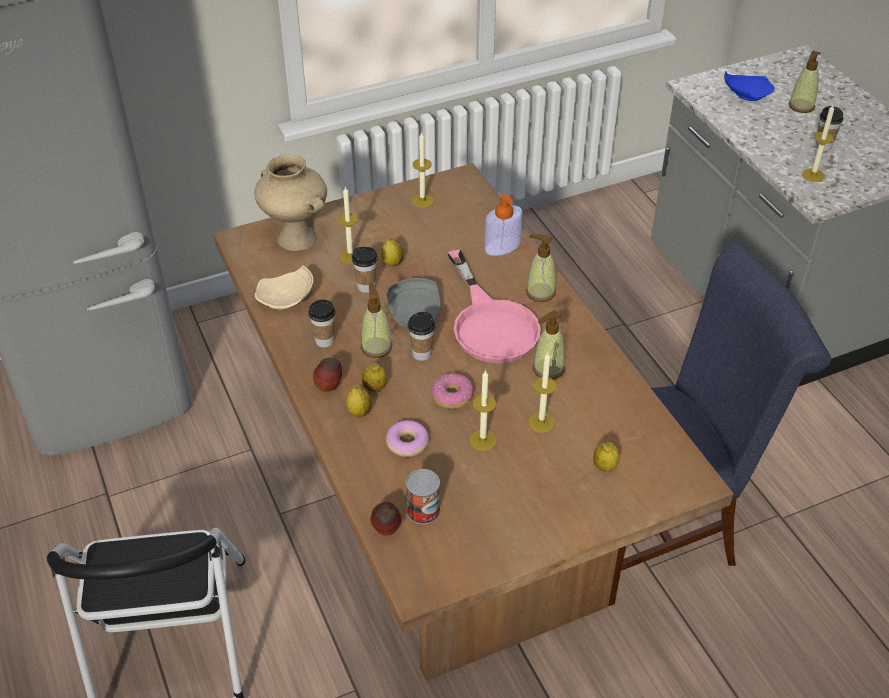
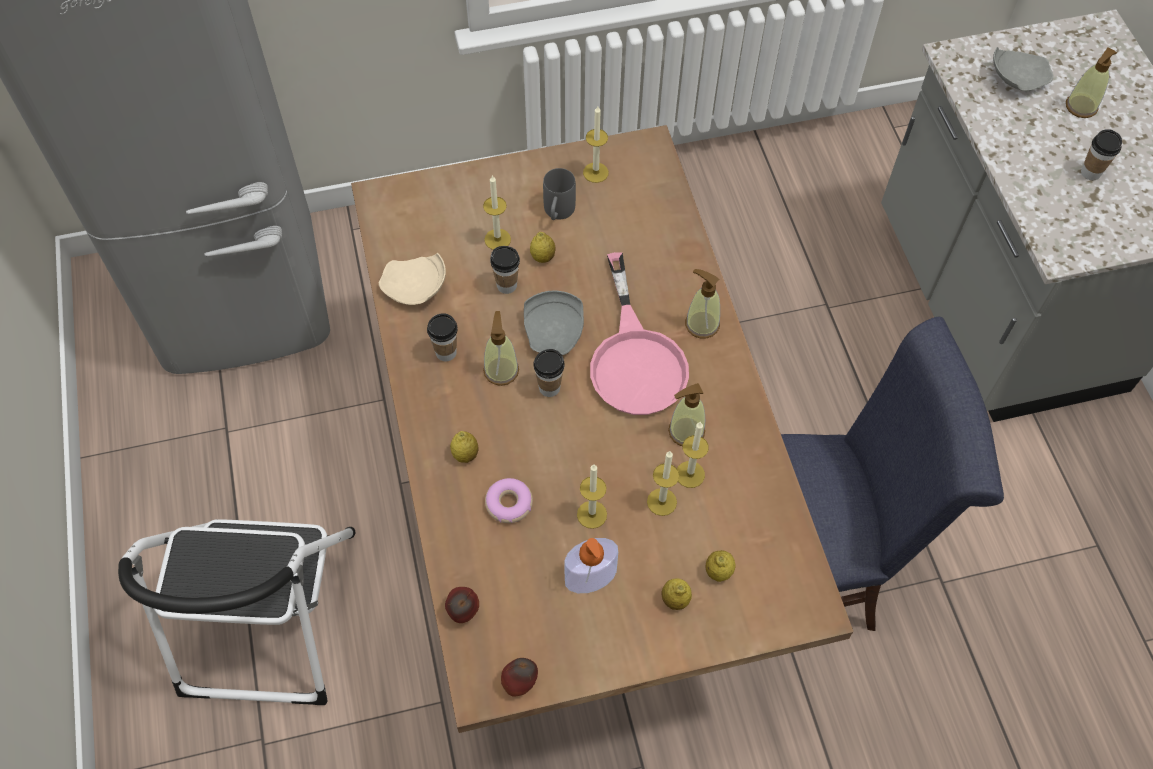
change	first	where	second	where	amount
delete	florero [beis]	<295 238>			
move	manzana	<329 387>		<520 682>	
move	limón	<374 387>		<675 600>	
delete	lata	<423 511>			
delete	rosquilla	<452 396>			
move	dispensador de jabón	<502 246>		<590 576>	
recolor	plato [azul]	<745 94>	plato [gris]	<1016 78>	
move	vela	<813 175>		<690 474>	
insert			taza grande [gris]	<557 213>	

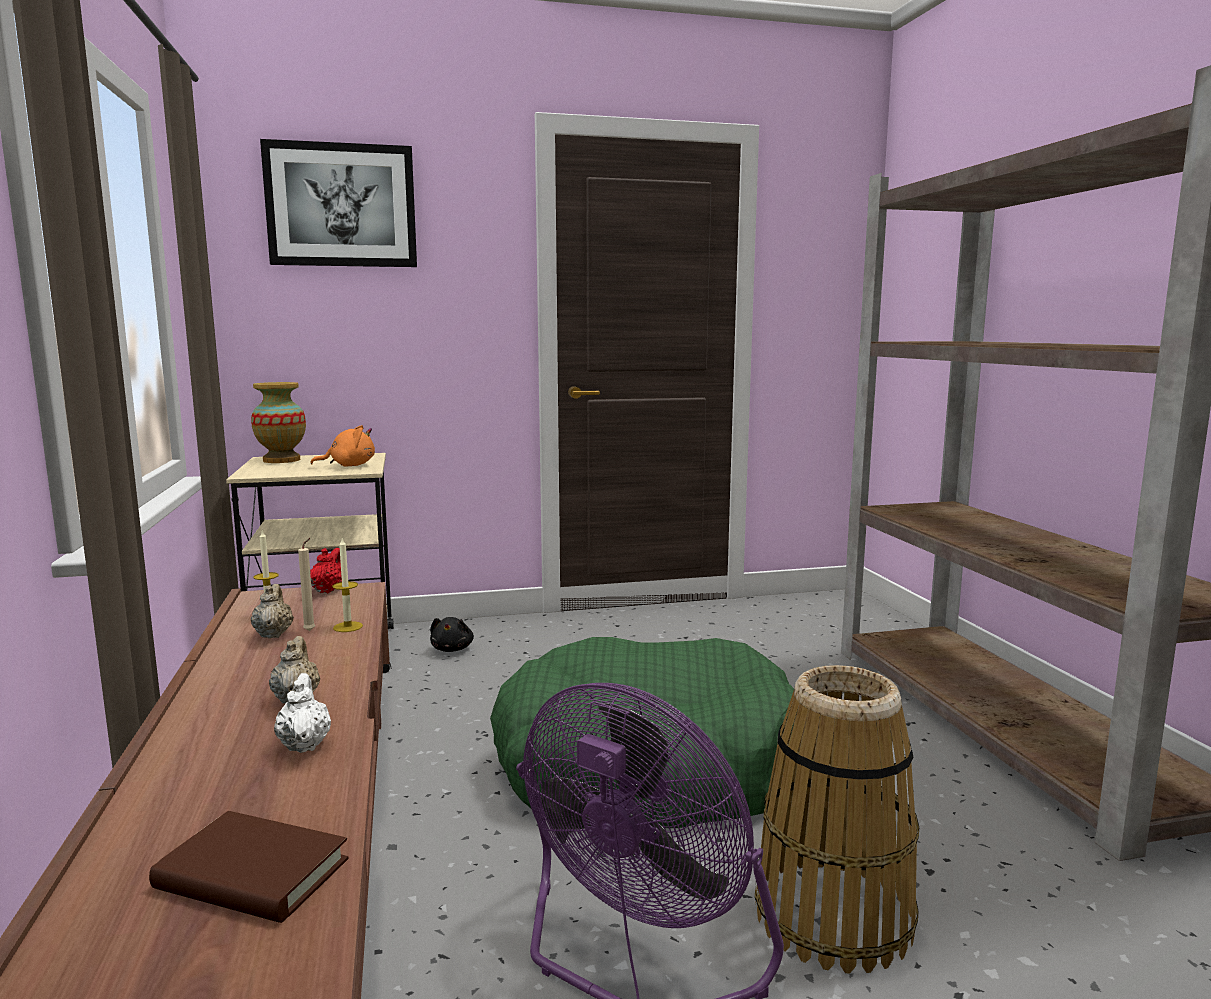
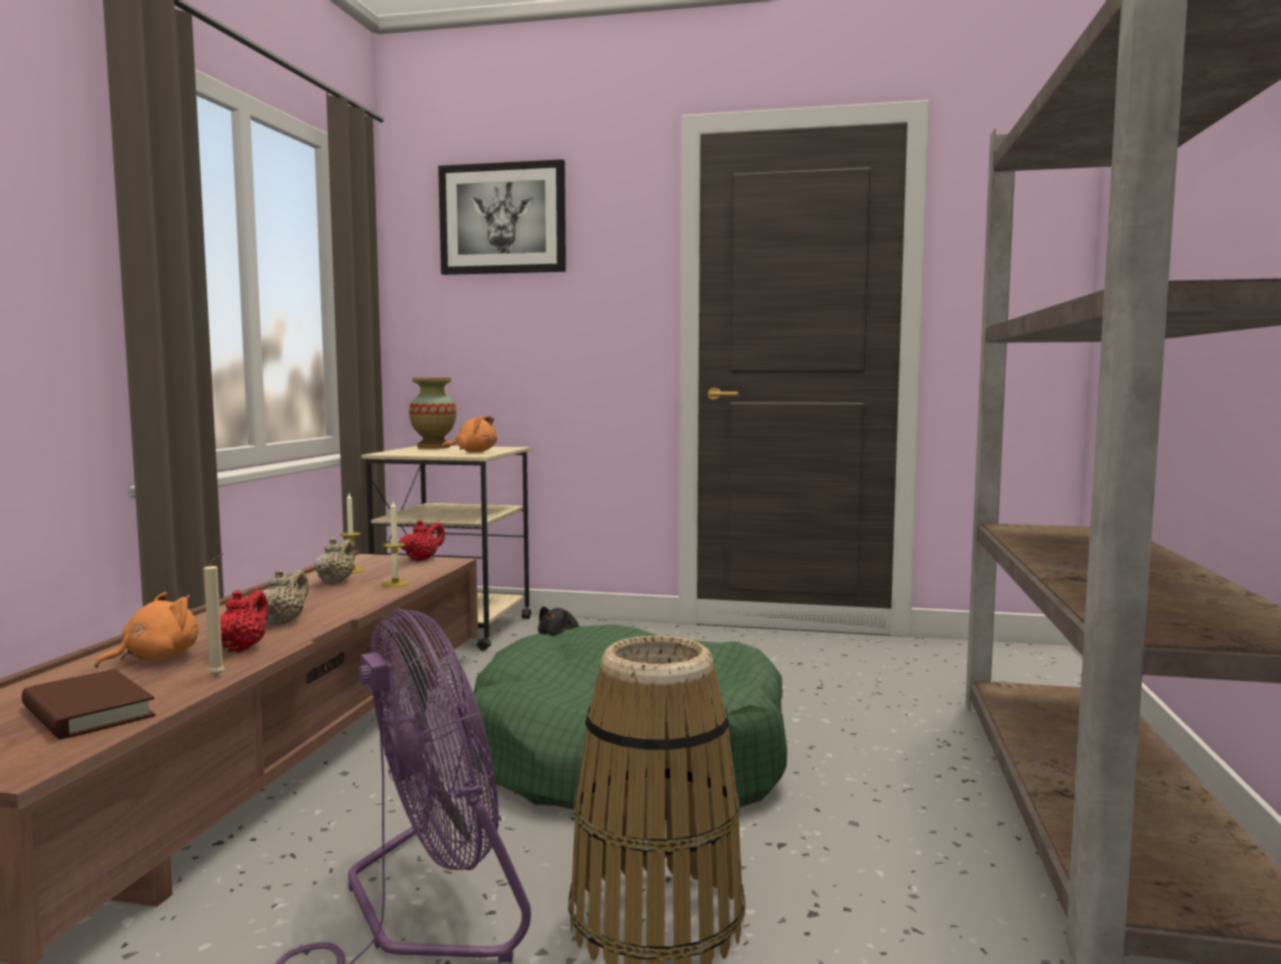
change	first	where	second	where	amount
recolor	tetera [blanco]	<304 744>	tetera [rojo]	<241 648>	
move	vela [beis]	<311 630>		<219 675>	
insert			peluche [naranja]	<155 658>	

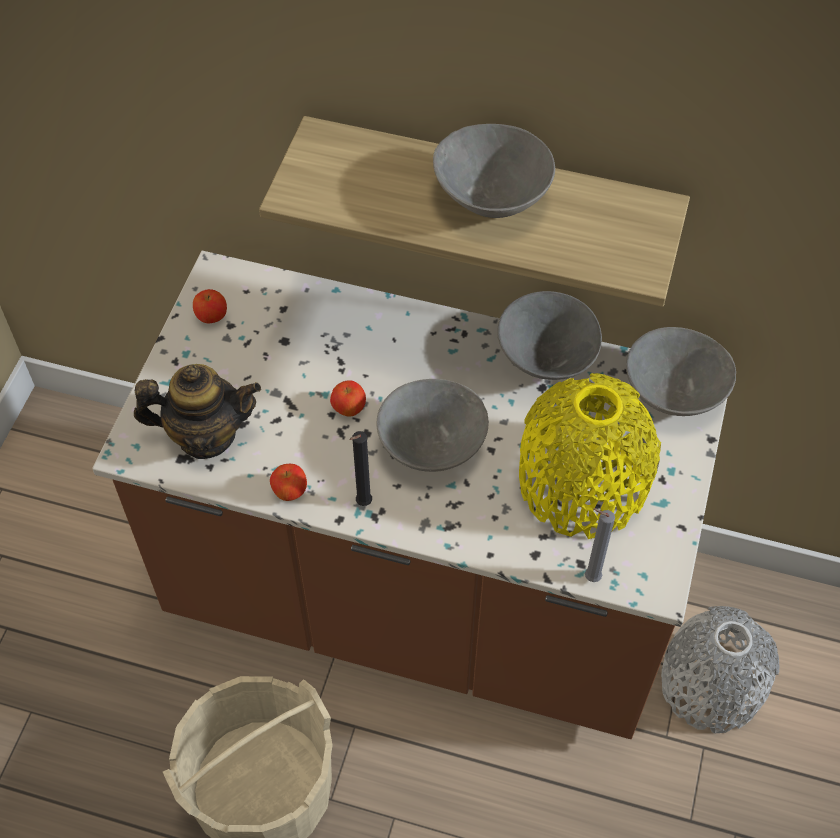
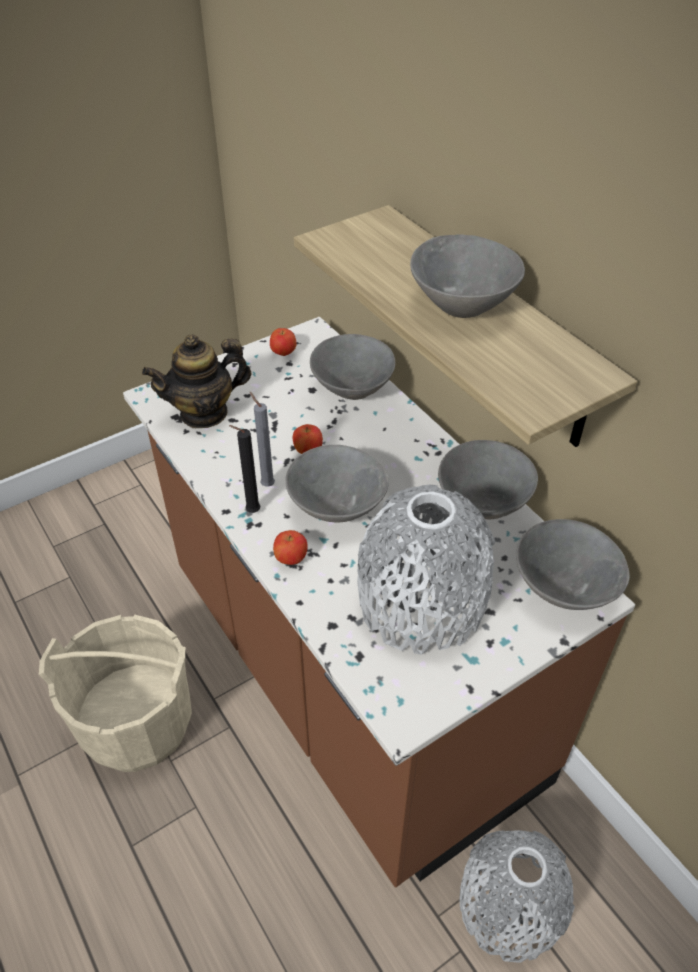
change	first	where	second	where	amount
rotate	tetera	<206 435>		<204 413>	120 degrees clockwise
move	manzana	<289 491>		<291 558>	
recolor	florero [amarillo]	<582 483>	florero [gris]	<421 602>	
move	vela [gris]	<589 577>		<266 484>	
insert			cuenco [gris]	<352 389>	

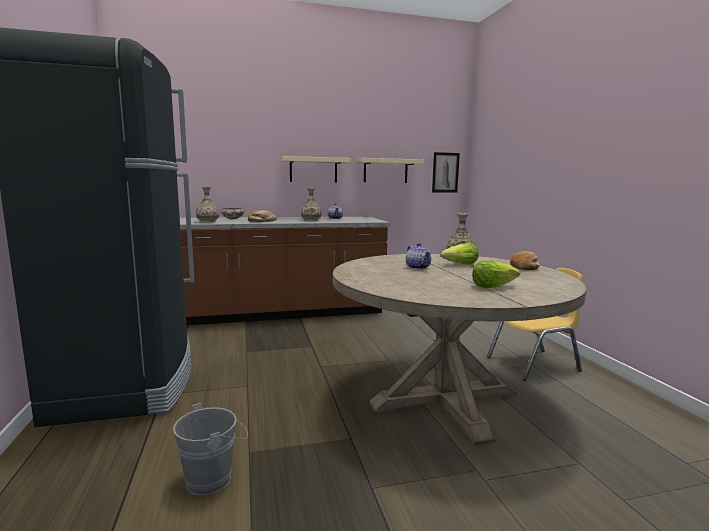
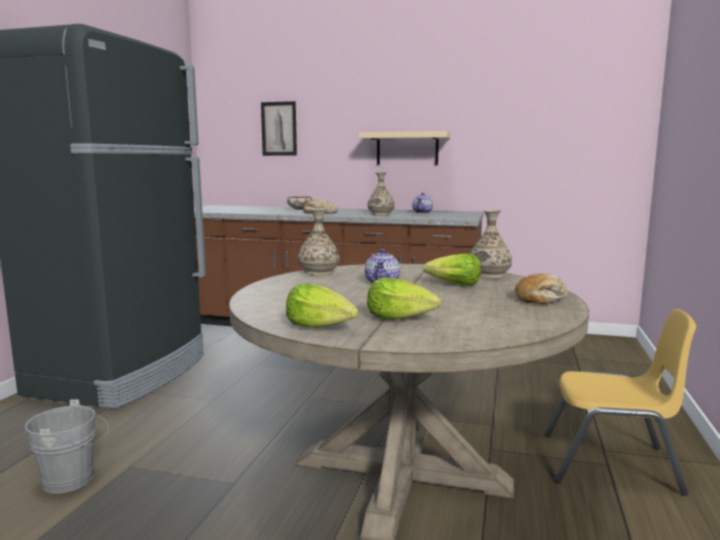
change	first	where	second	where	amount
move	florero	<207 221>		<318 272>	
delete	estante [beis]	<385 171>			
move	cuadro	<445 172>		<279 129>	
insert			lechuga	<320 326>	

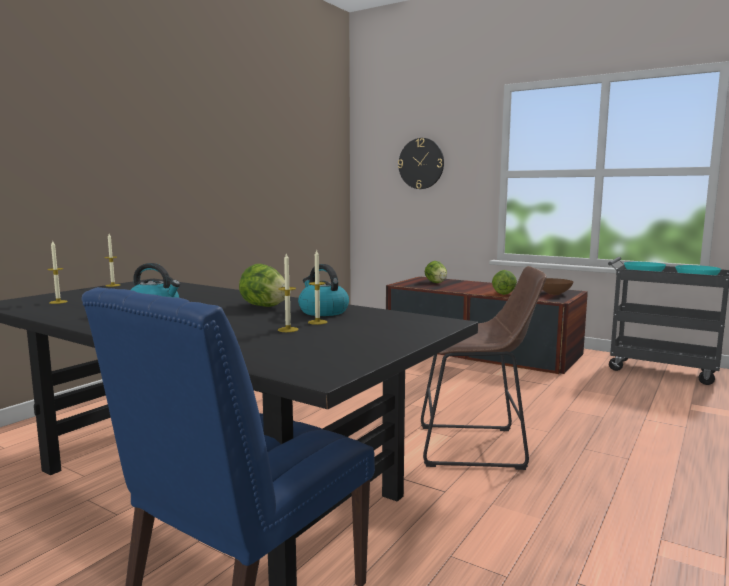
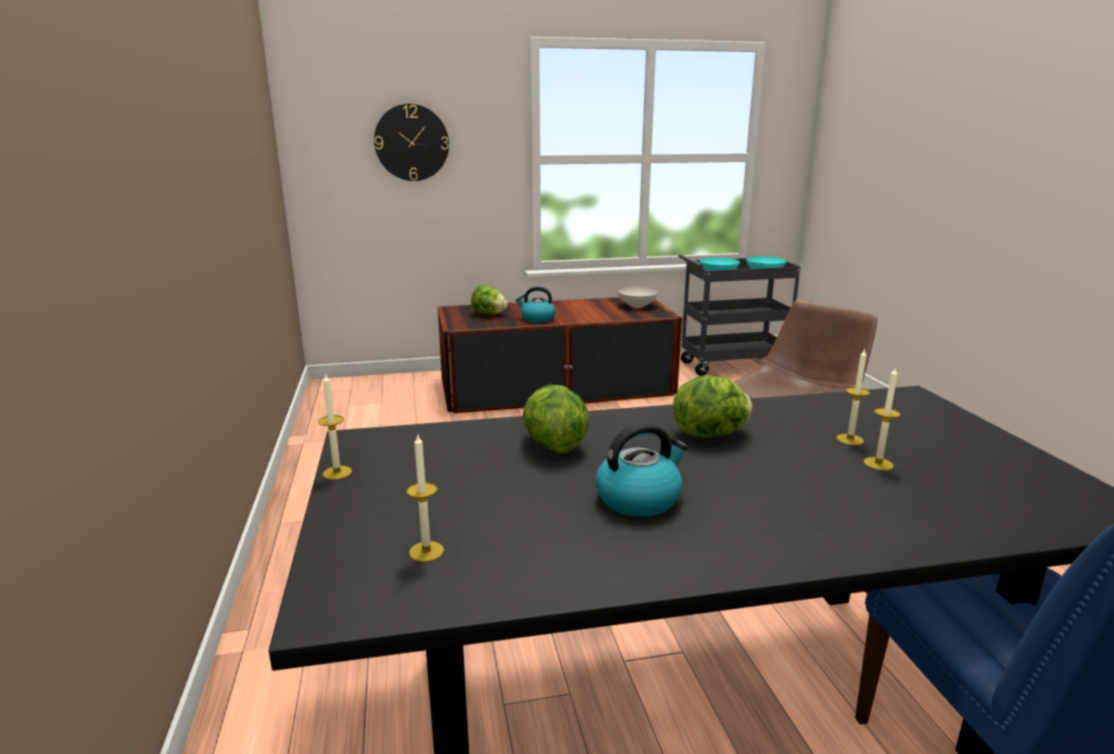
change	first	where	second	where	amount
move	hervidor	<322 311>		<537 319>	
move	lechuga	<503 294>		<553 445>	
recolor	cuenco [marrón]	<553 294>	cuenco [blanco]	<636 306>	

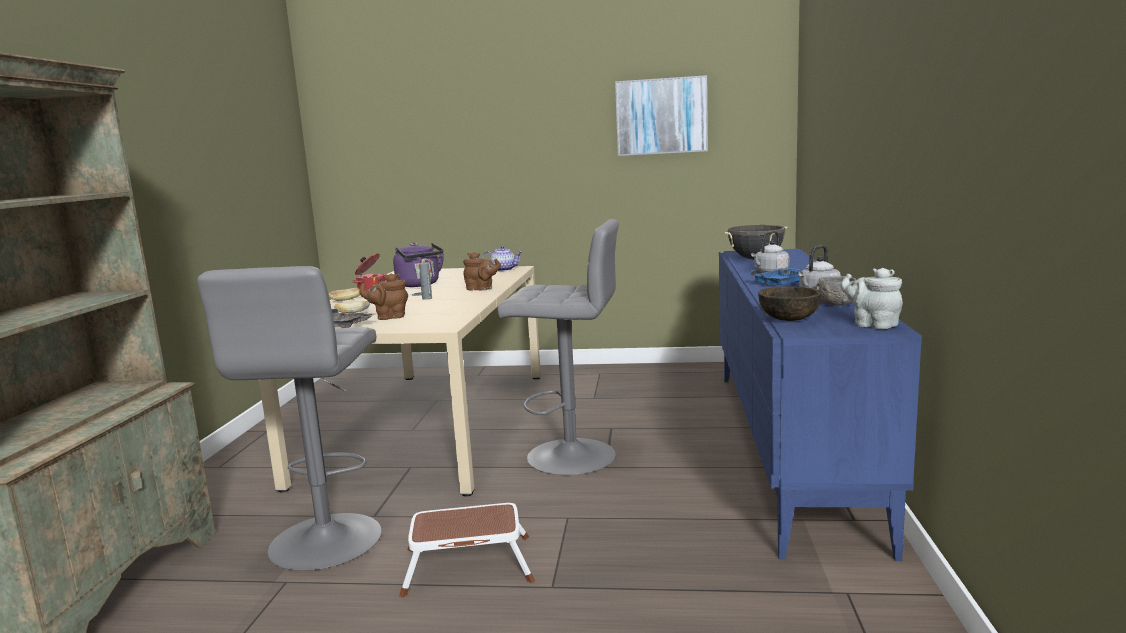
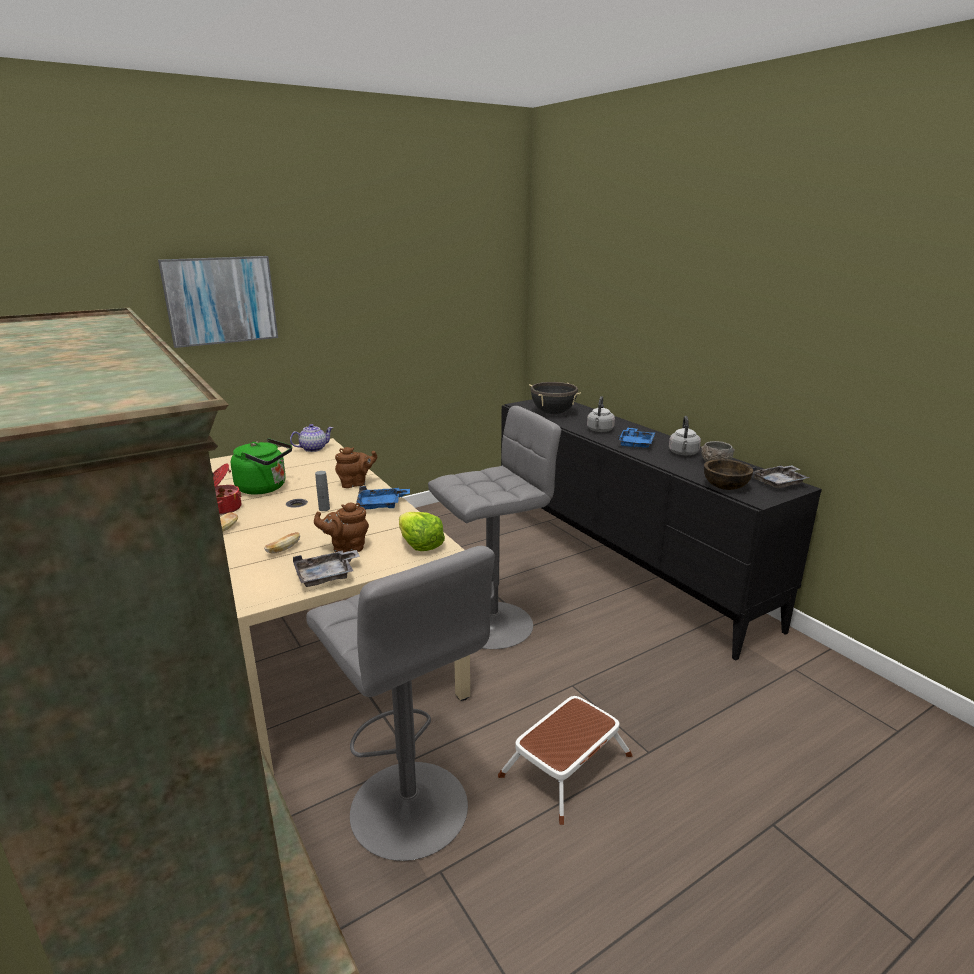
change	first	where	second	where	amount
rotate	tetera [marrón]	<389 317>		<346 547>	45 degrees clockwise
recolor	hervidor [morado]	<420 285>	hervidor [verde]	<265 488>	
move	cuadro	<661 116>		<220 300>	
recolor	armario [azul]	<789 446>	armario [negro]	<623 563>	
replace	tetera [gris]	<872 325>	bandeja [gris]	<779 483>	
insert			bandeja [azul]	<381 505>	
insert			lechuga	<420 545>	

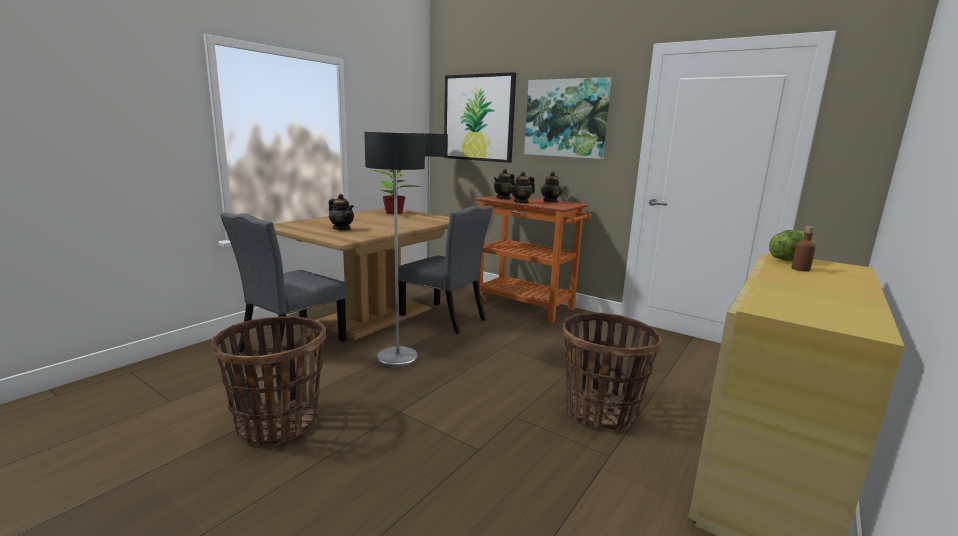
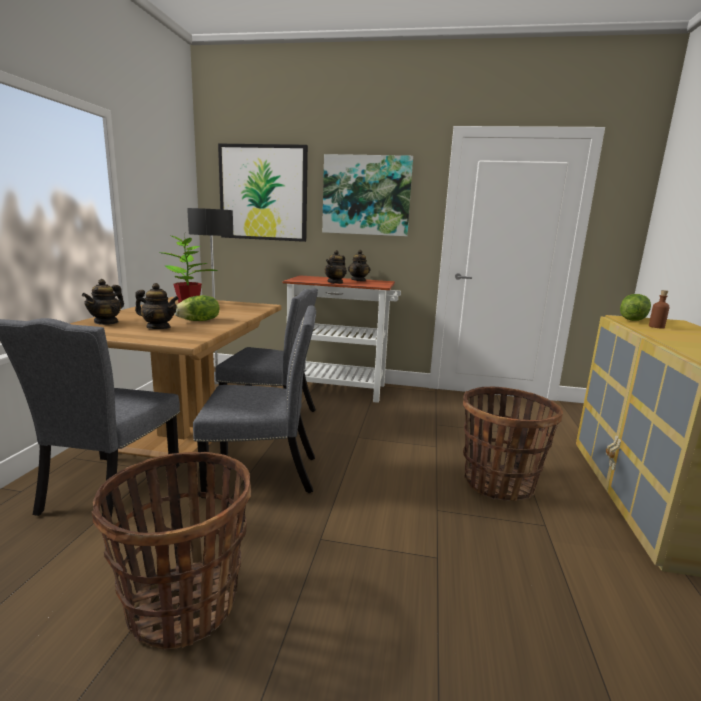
change	first	where	second	where	amount
replace	lámpara de pie	<397 358>	silla [gris]	<260 474>	
recolor	carrito [naranja]	<526 306>	carrito [blanco]	<339 389>	
move	tetera	<503 198>		<106 322>	
insert			lechuga	<199 321>	

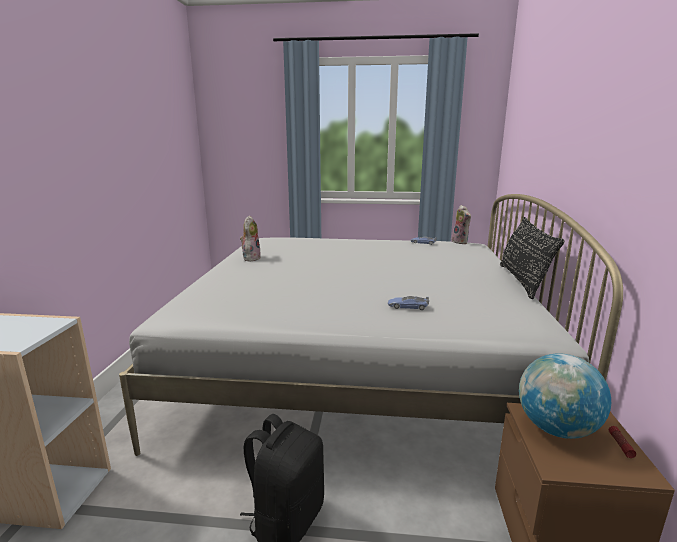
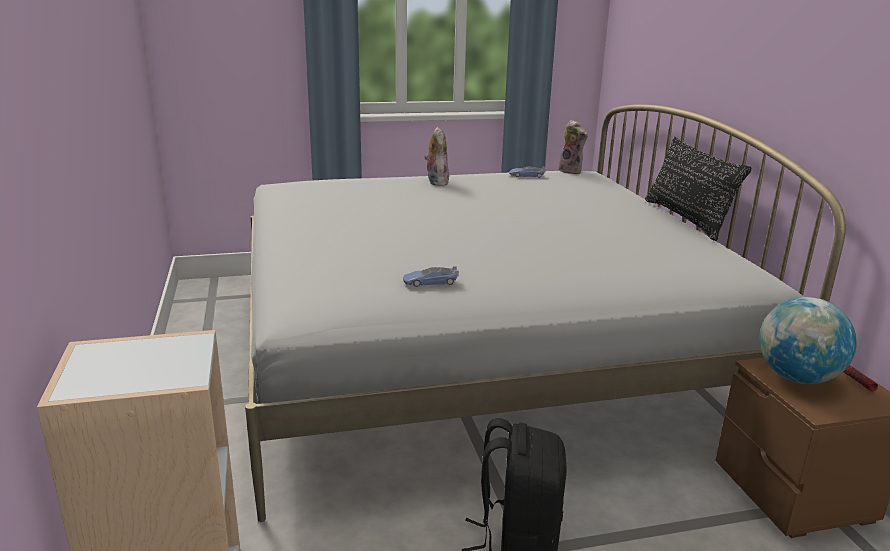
change	first	where	second	where	amount
move	peluche	<251 258>		<436 182>	
move	coche de juguete	<407 306>		<430 282>	

